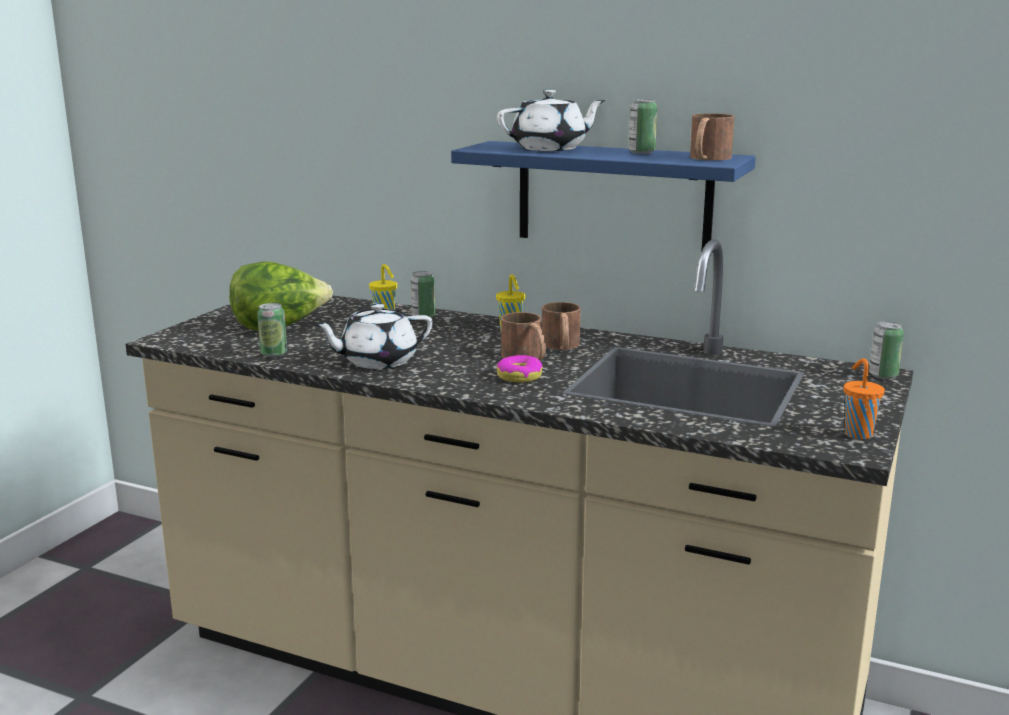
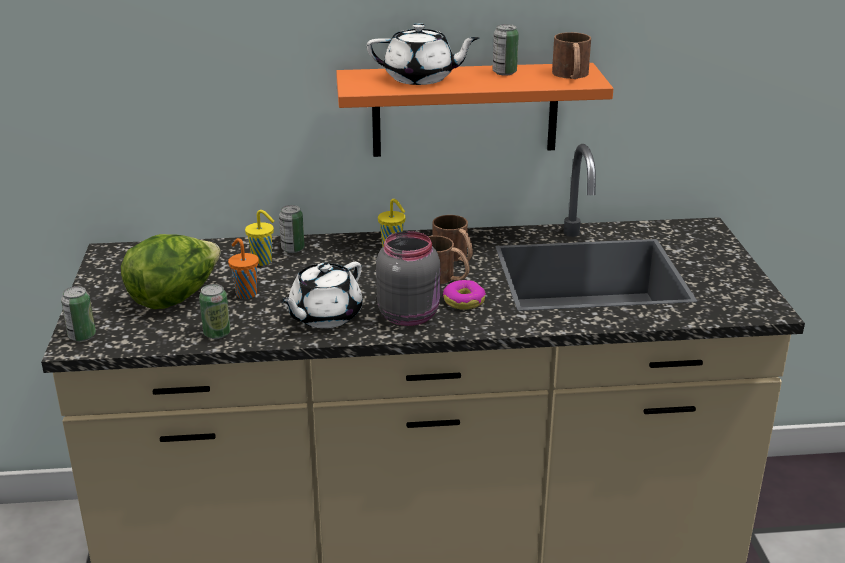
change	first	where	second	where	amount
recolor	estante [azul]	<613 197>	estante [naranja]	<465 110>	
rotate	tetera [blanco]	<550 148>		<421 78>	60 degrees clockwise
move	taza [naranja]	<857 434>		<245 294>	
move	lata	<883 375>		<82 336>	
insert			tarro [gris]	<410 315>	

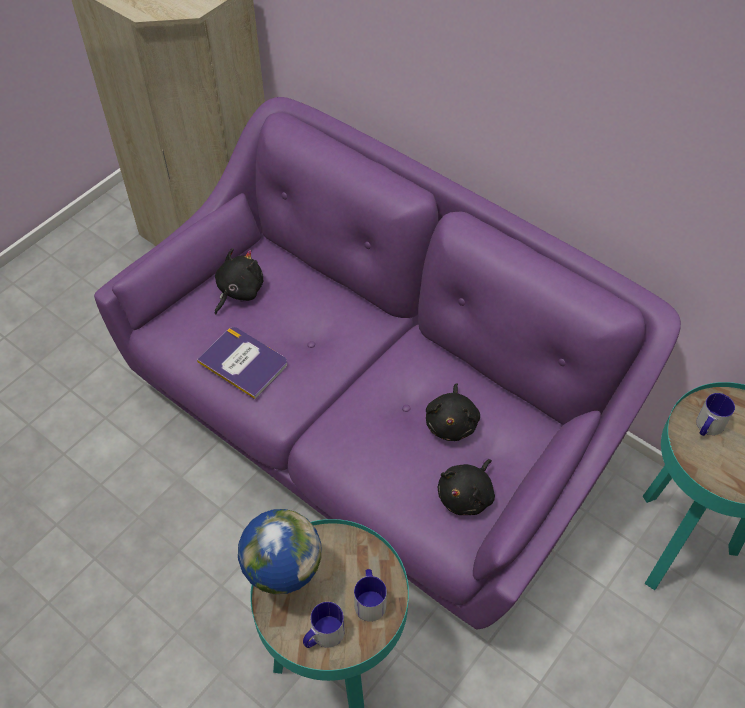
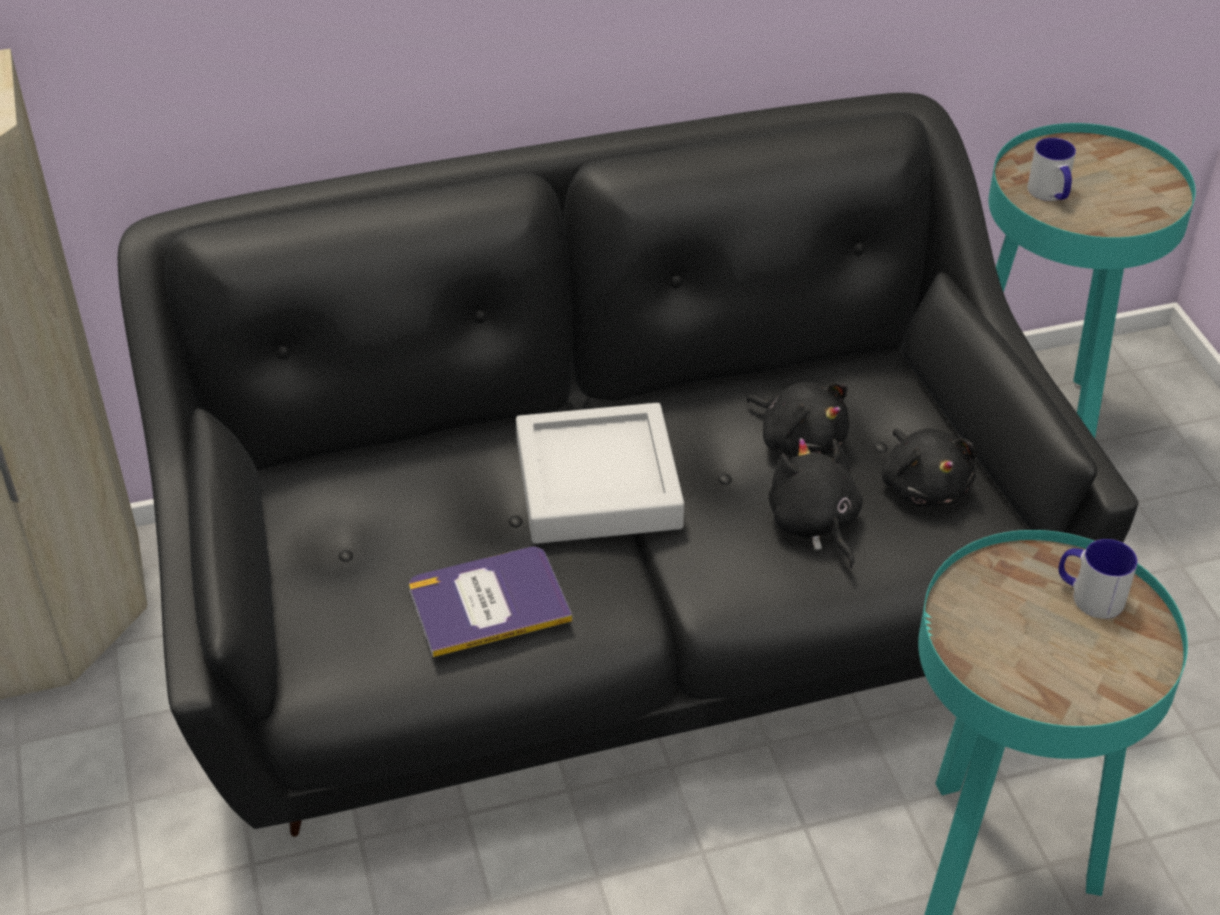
change	first	where	second	where	amount
recolor	sofá [morado]	<373 424>	sofá [negro]	<610 611>	
move	peluche [negro]	<238 291>		<814 524>	
delete	globo terráqueo	<284 582>			
delete	taza grande	<323 636>			
insert			bandeja [gris]	<598 484>	

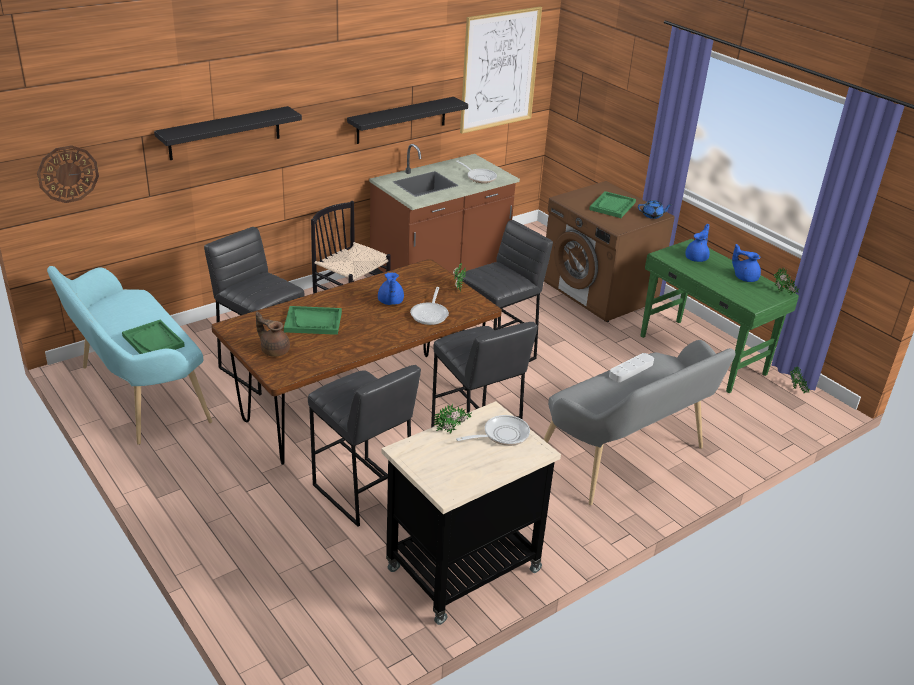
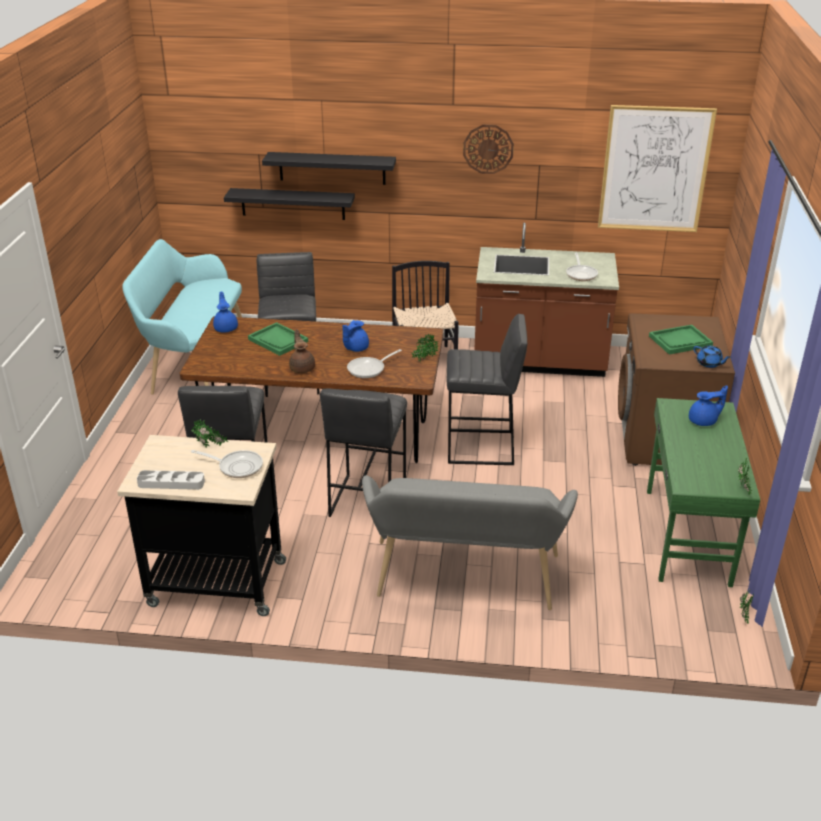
change	first	where	second	where	amount
move	reloj de pared	<68 174>		<488 149>	
delete	bandeja [verde]	<153 341>			
move	tetera [marrón]	<274 350>		<302 368>	
move	estante [negro]	<401 120>		<293 204>	
move	bandeja [gris]	<631 370>		<171 483>	
move	tetera [azul]	<745 277>		<226 328>	

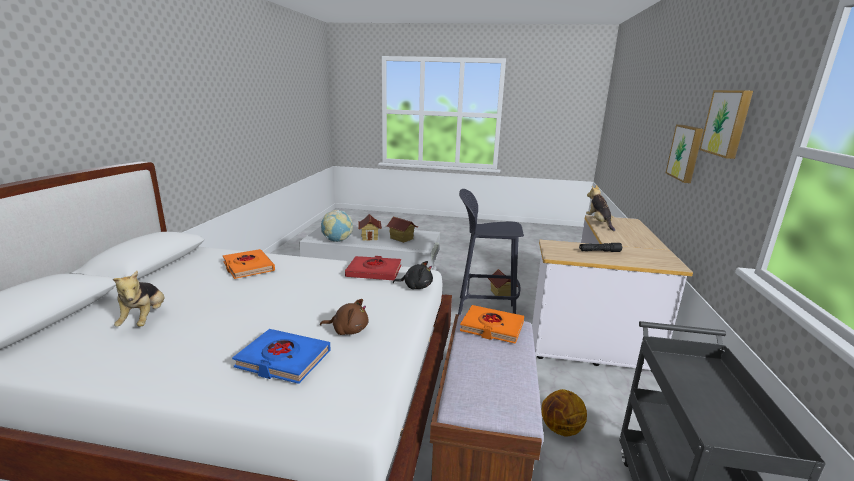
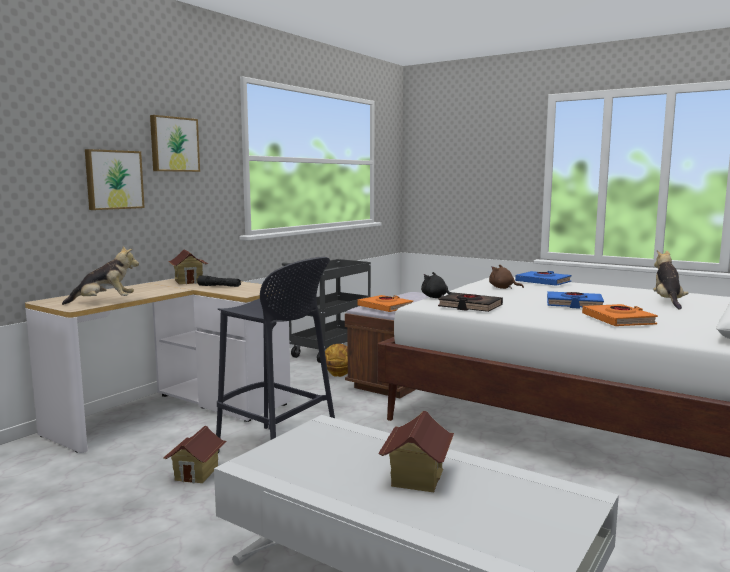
change	first	where	second	where	amount
delete	globo terráqueo	<337 240>			
recolor	libro [rojo]	<374 272>	libro [negro]	<470 306>	
move	casita	<401 238>		<188 281>	
rotate	peluche	<599 223>		<104 302>	120 degrees counterclockwise
insert			libro [azul]	<574 304>	

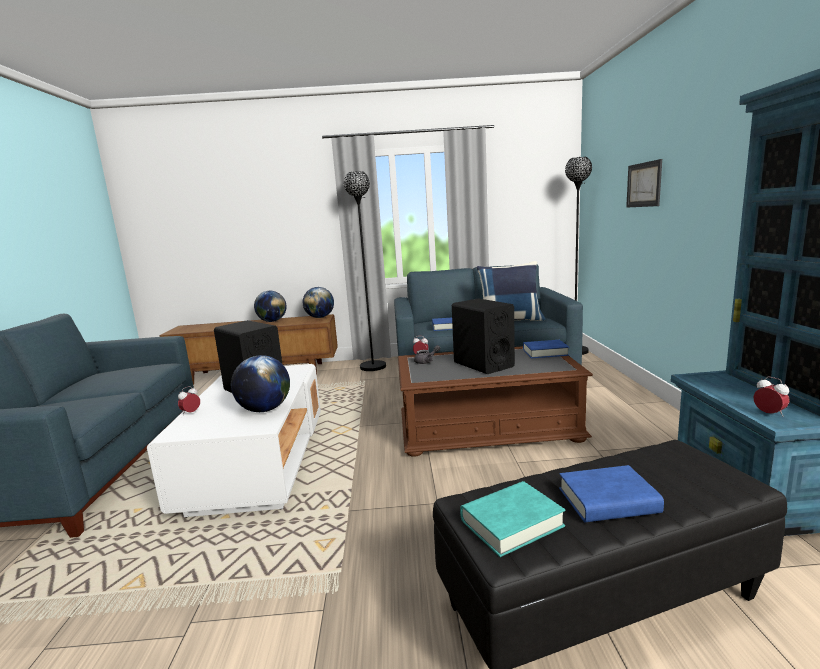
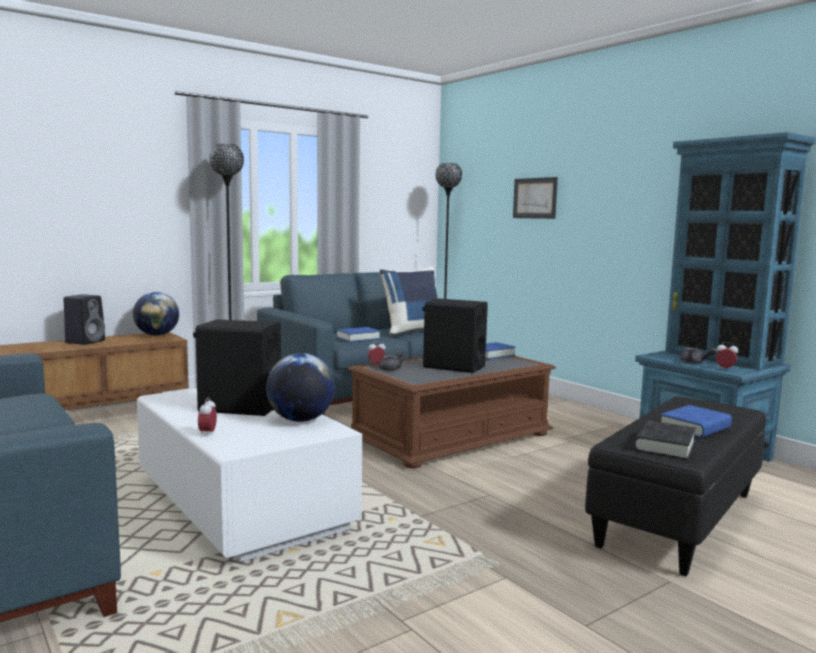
change	first	where	second	where	amount
replace	globo terráqueo	<272 321>	altavoz [negro]	<86 341>	
recolor	libro [turquesa]	<511 523>	libro [negro]	<664 446>	
insert			tetera [gris]	<695 363>	

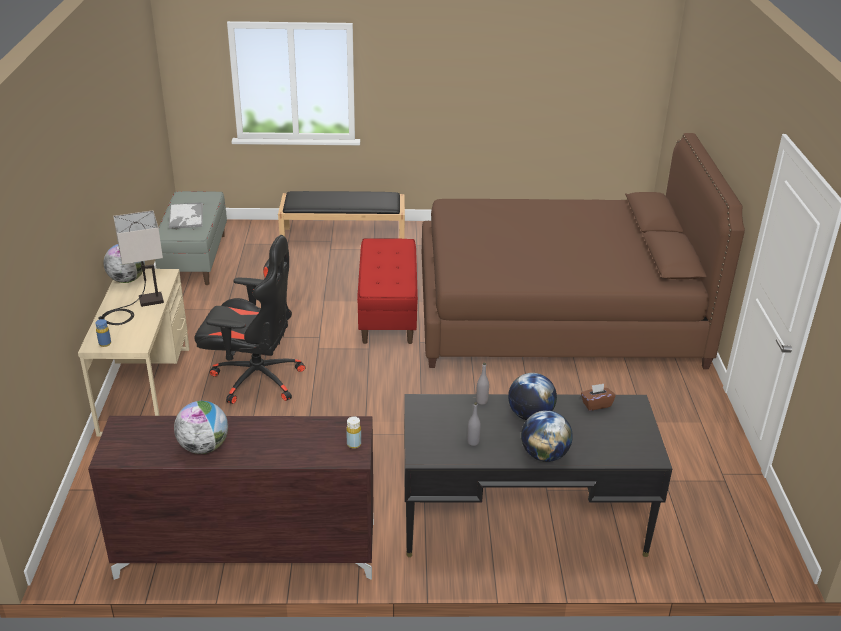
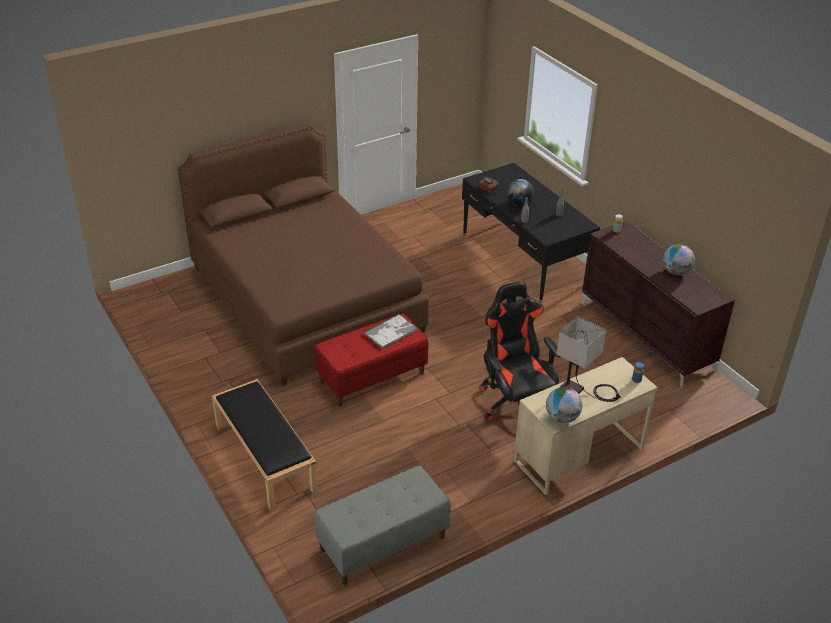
change	first	where	second	where	amount
move	bandeja	<186 216>		<391 331>	
delete	globo terráqueo	<544 455>			

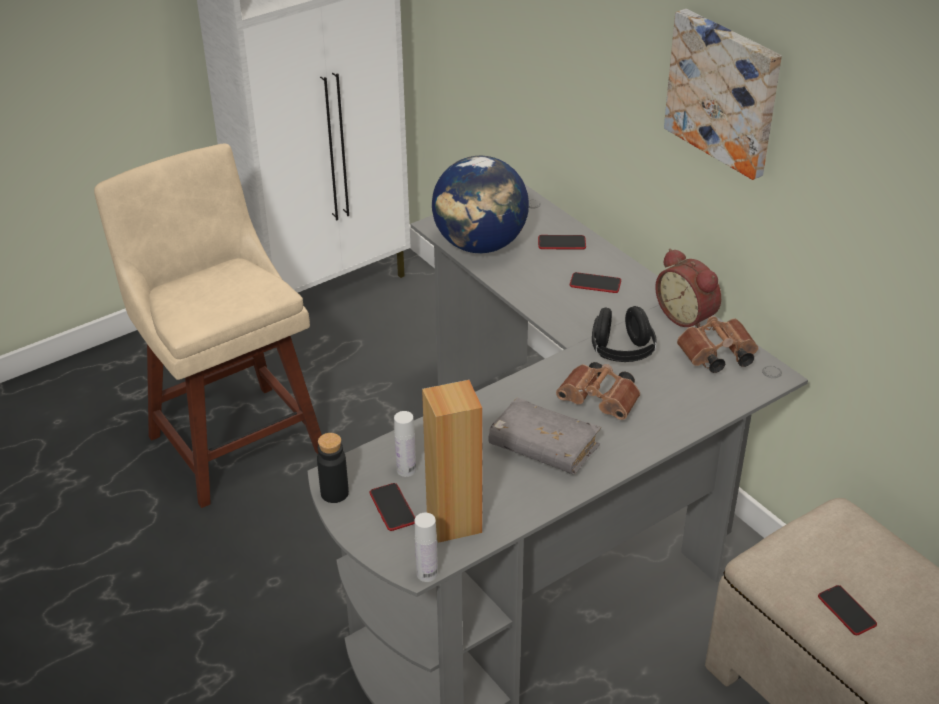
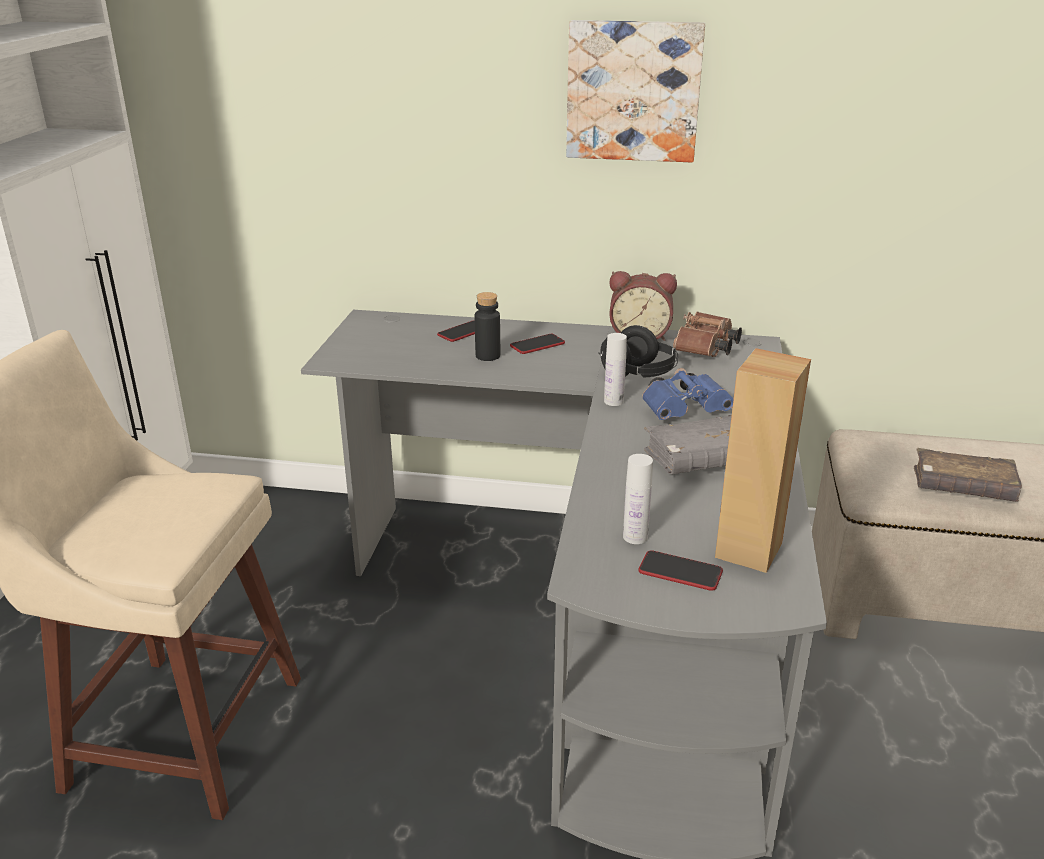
change	first	where	second	where	amount
move	botella [negro]	<334 493>		<488 356>	
move	botella [blanco]	<427 574>		<613 401>	
delete	globo terráqueo	<480 245>			
recolor	prismáticos [marrón]	<601 402>	prismáticos [azul]	<686 410>	
replace	móvil	<846 611>	libro [marrón]	<962 487>	

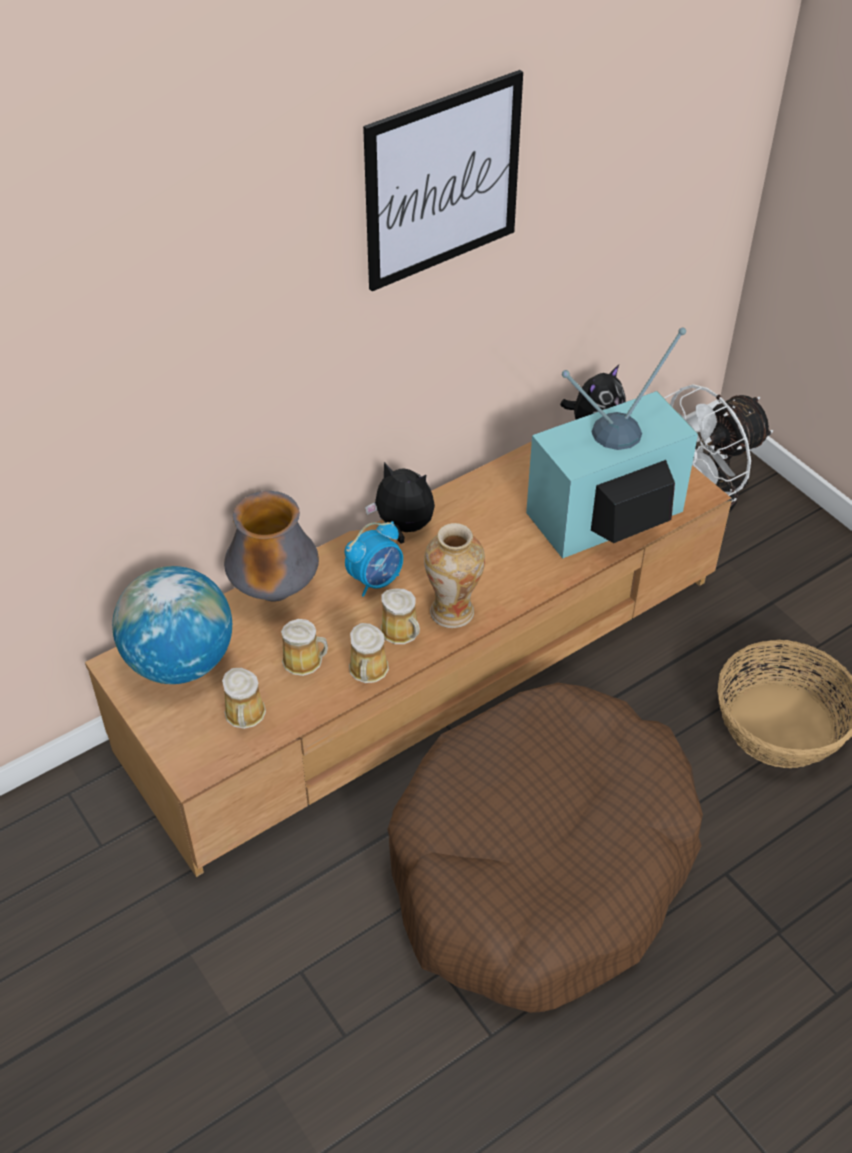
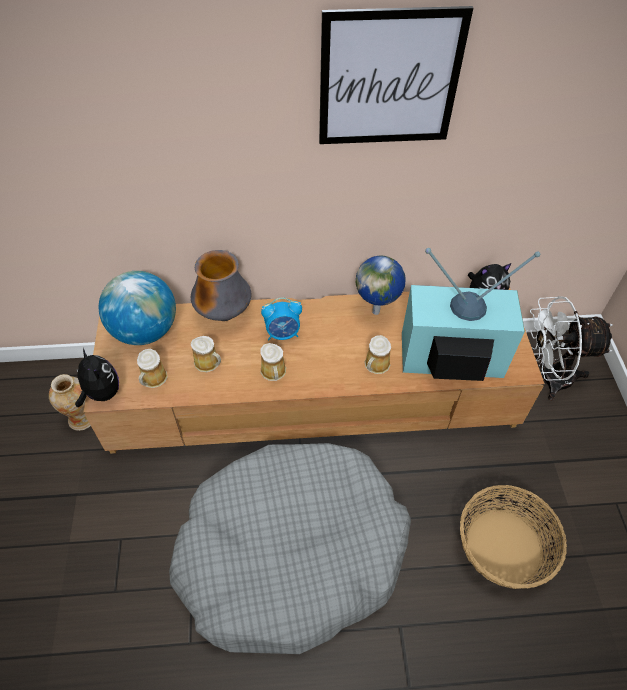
change	first	where	second	where	amount
move	taza grande	<368 671>		<376 365>	
move	peluche	<403 527>		<101 393>	
recolor	cama para perro [marrón]	<540 865>	cama para perro [gris]	<291 553>	
move	florero	<452 612>		<82 419>	
insert			globo terráqueo	<377 311>	

